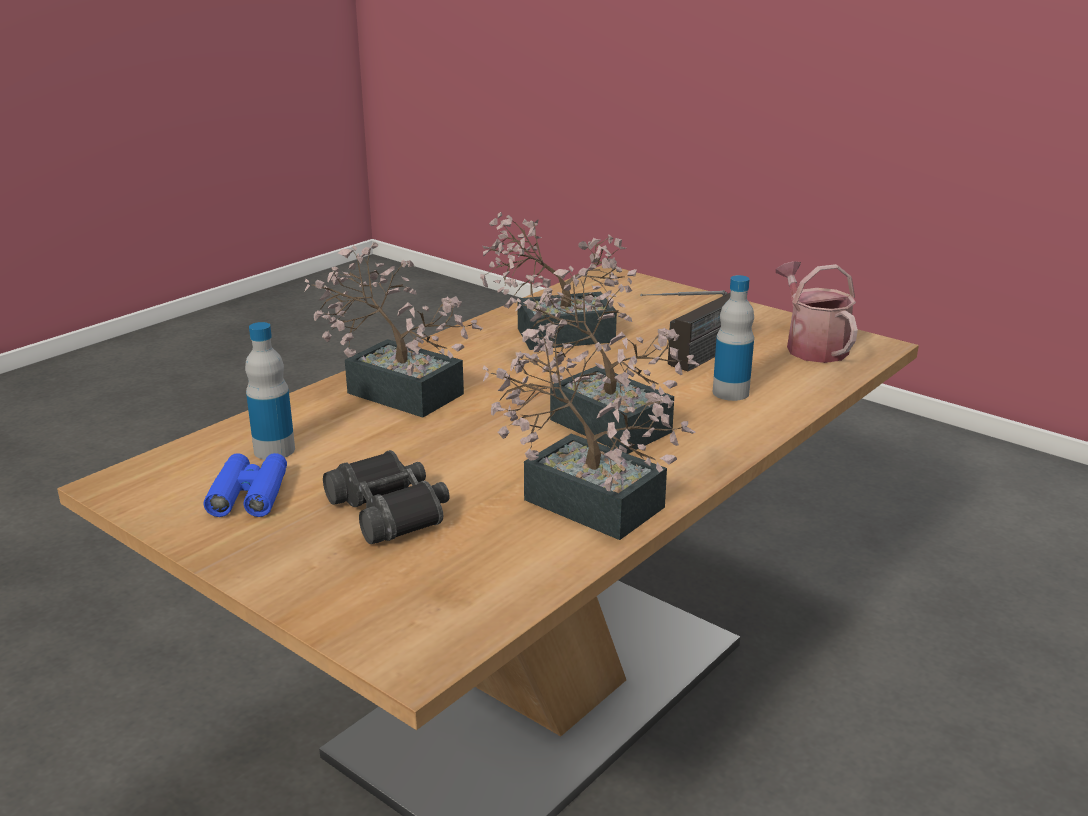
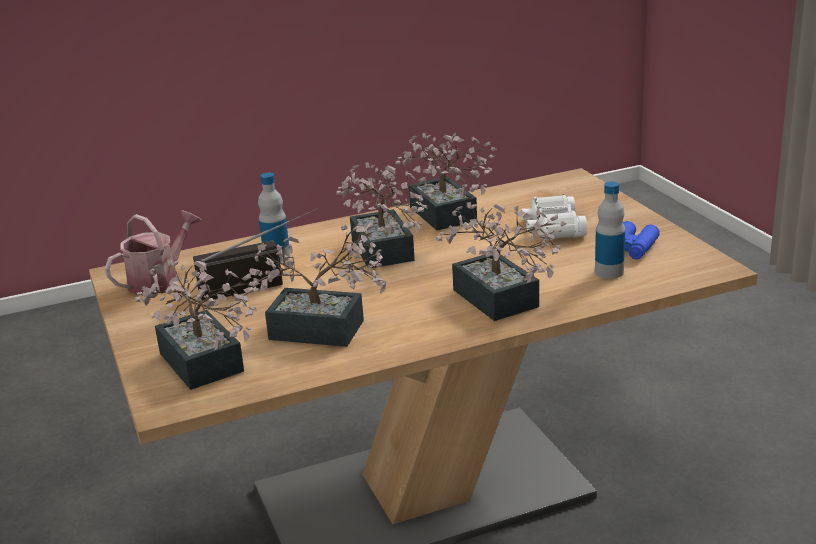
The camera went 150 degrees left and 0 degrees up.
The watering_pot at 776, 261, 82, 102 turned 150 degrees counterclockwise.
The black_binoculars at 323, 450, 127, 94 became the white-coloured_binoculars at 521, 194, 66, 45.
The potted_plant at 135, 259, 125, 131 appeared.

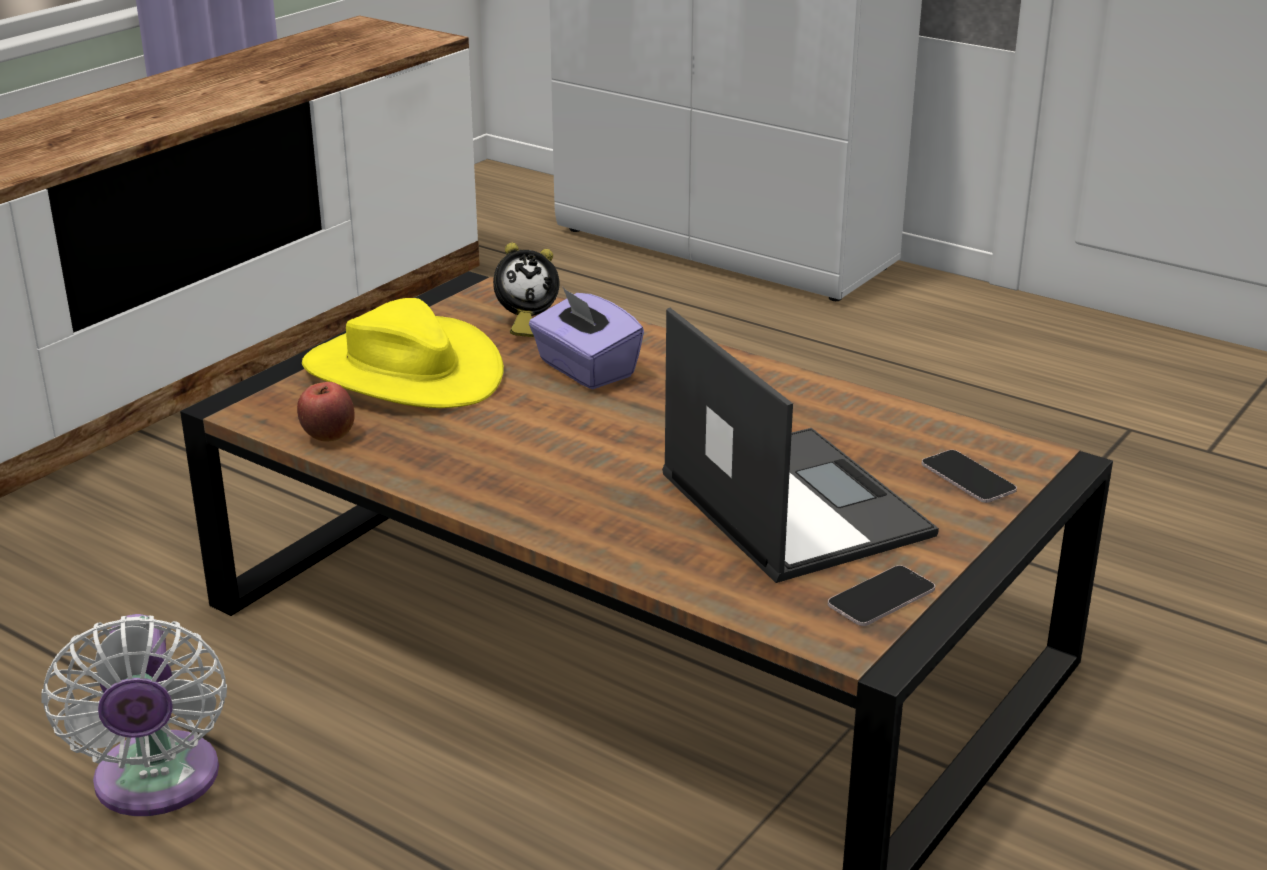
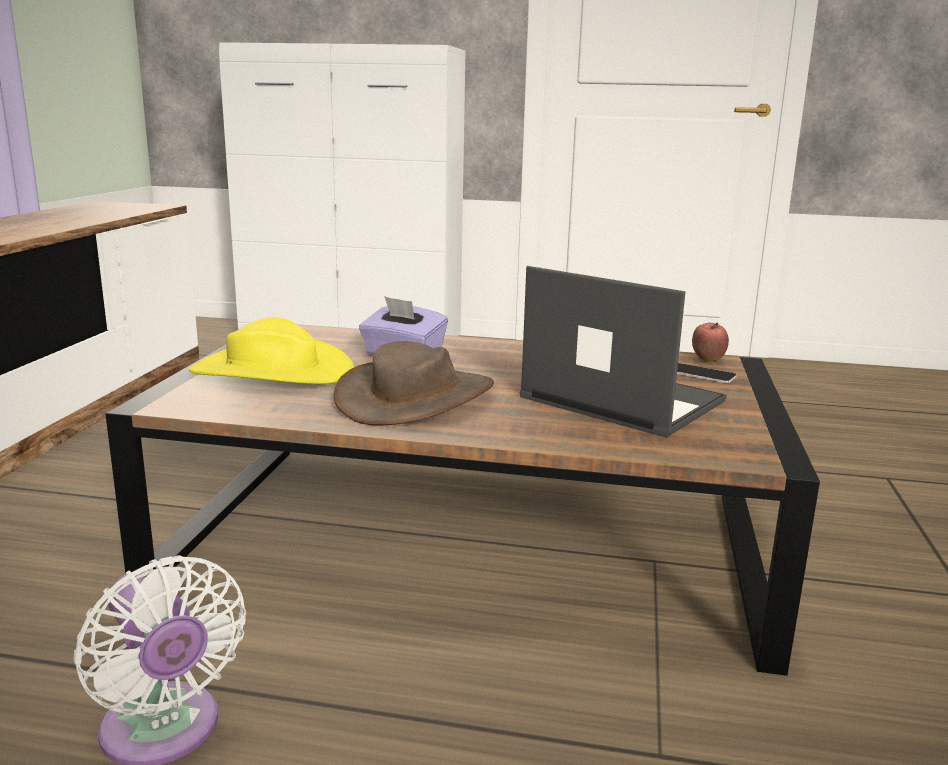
The camera went 25 degrees left and 10 degrees down.
The bedside_clock at 493, 243, 66, 94 disappeared.
The apple moved from 297, 382, 58, 60 to 692, 323, 37, 39.
The telephone at 828, 565, 107, 61 disappeared.
The brown_wearable_hat at 334, 341, 160, 85 appeared.

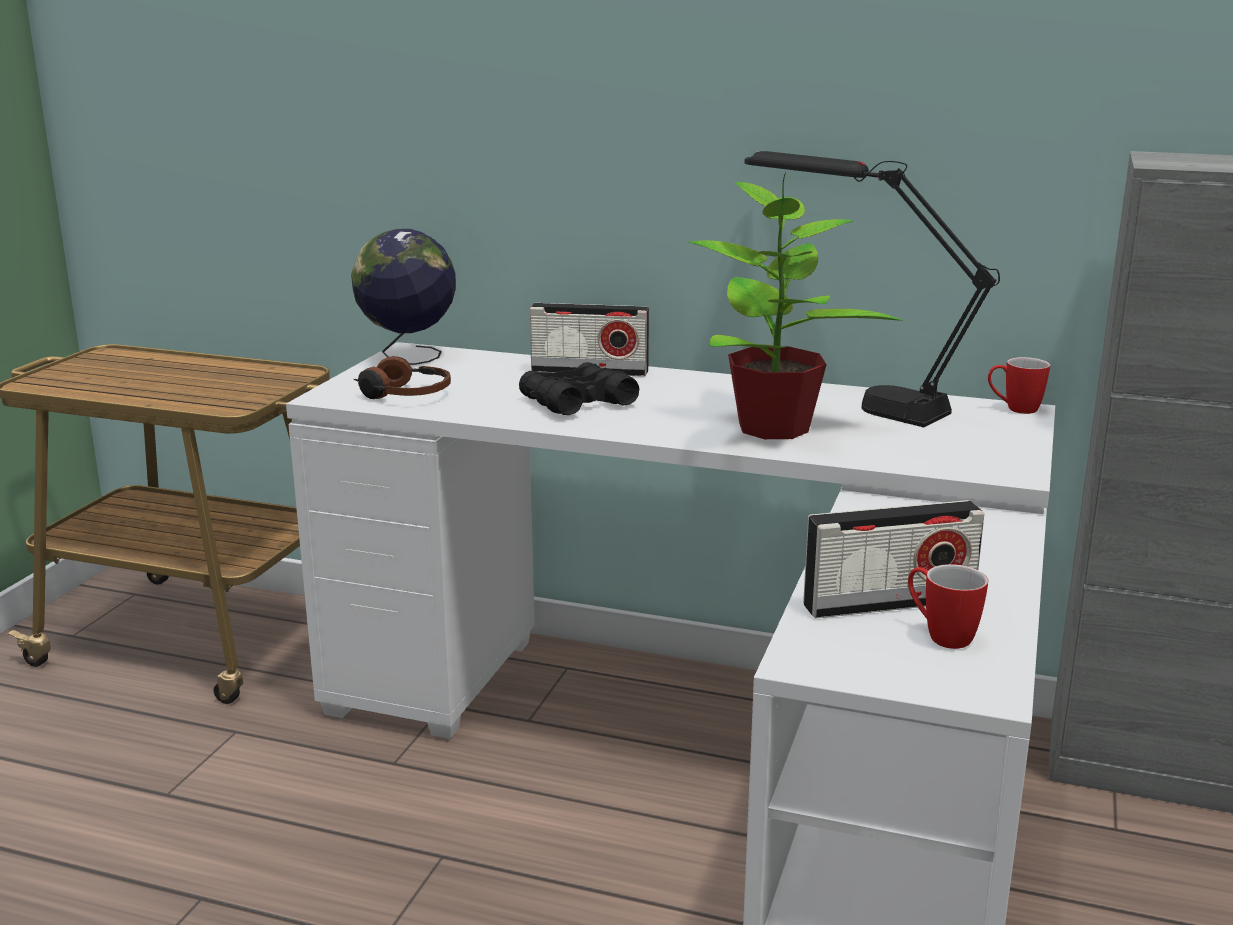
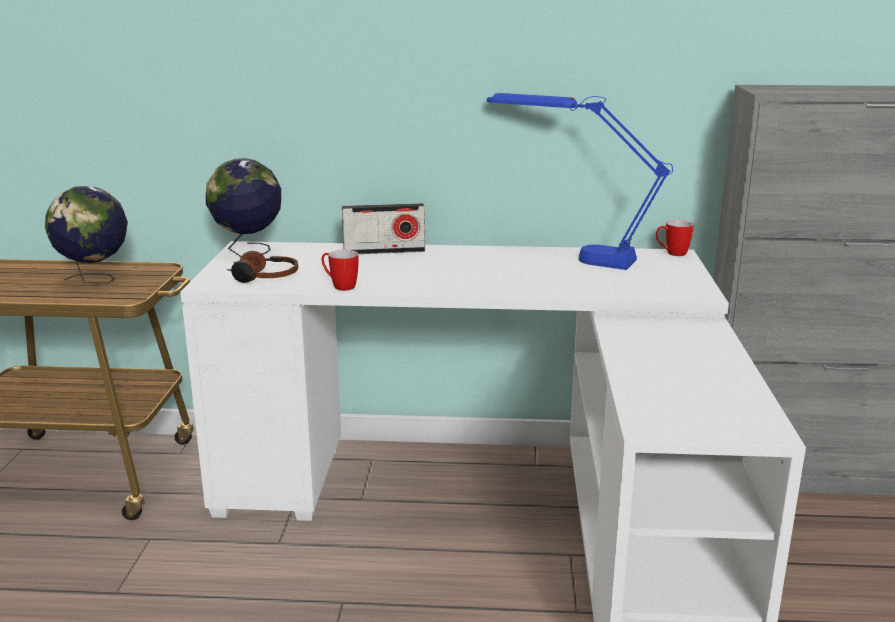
The camera went 15 degrees left and 0 degrees up.
The black_lamp_for_a_table at 745, 151, 255, 276 became the blue-coloured_lamp_for_a_table at 487, 93, 186, 177.
The potted_plant at 689, 172, 214, 267 disappeared.
The black_binoculars at 519, 362, 120, 53 disappeared.
The radio at 803, 500, 181, 118 disappeared.
The tea_mug moved from 908, 564, 80, 85 to 321, 250, 38, 41.
The globe at 45, 186, 83, 98 appeared.

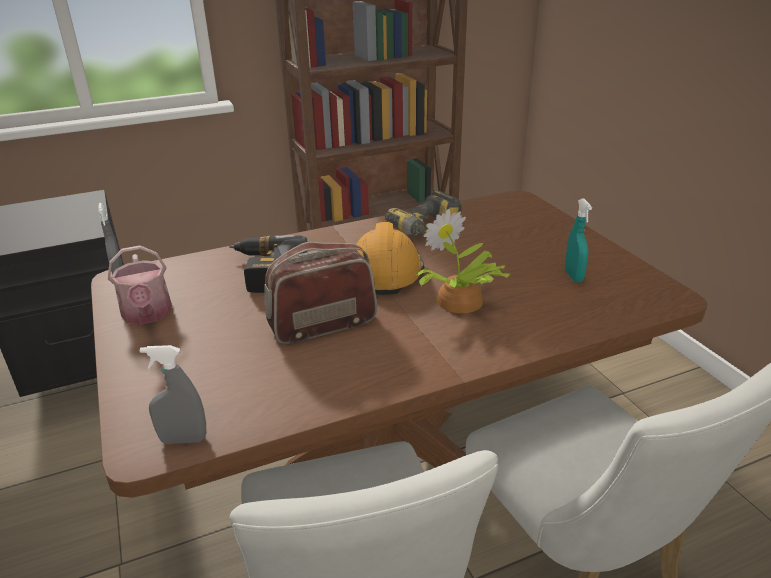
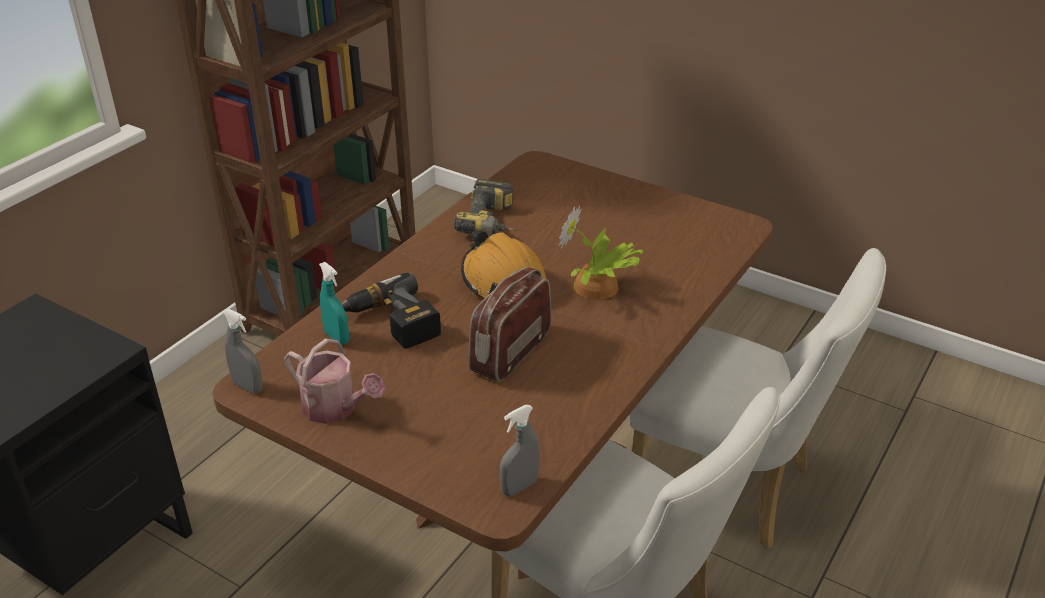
The camera went 35 degrees left and 5 degrees up.
The turquoise-coloured_spray_bottle moved from 565, 198, 27, 84 to 319, 262, 30, 83.

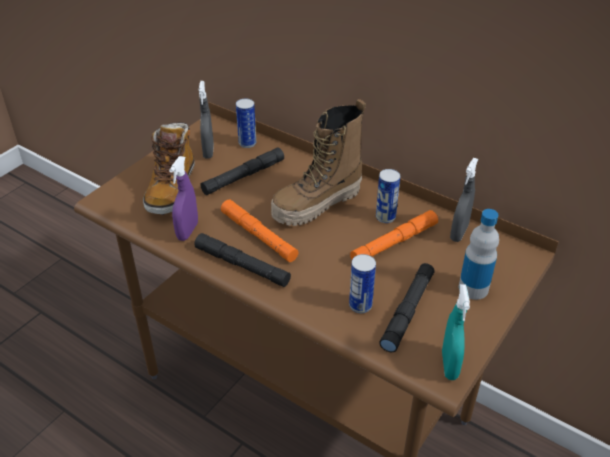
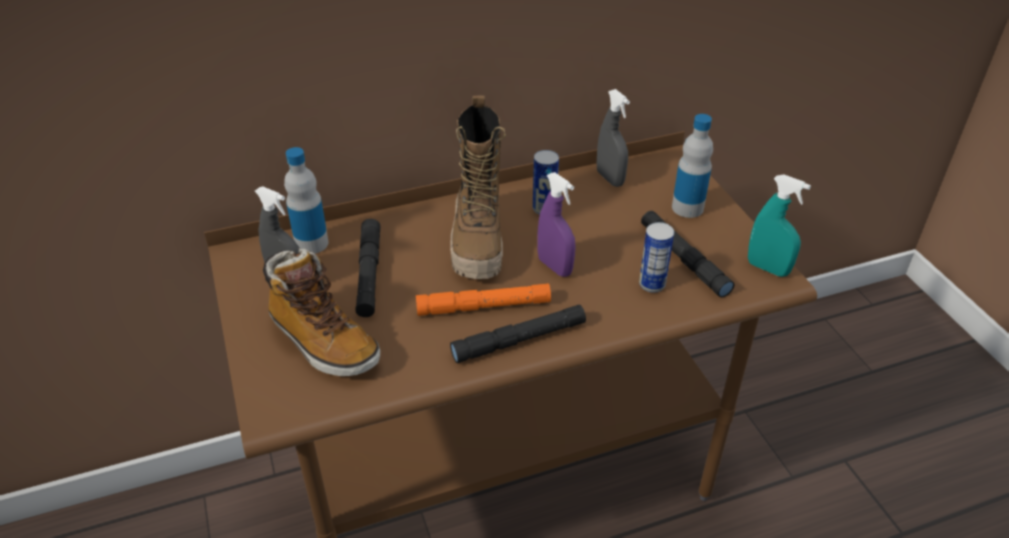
The camera went 55 degrees left and 0 degrees up.
The sealed_can at 236, 98, 20, 50 was replaced by the drink_bottle at 284, 147, 45, 107.
The purple_spray_bottle moved from 169, 156, 29, 85 to 537, 172, 39, 105.
The orange-coloured_flashlight at 350, 210, 88, 49 disappeared.

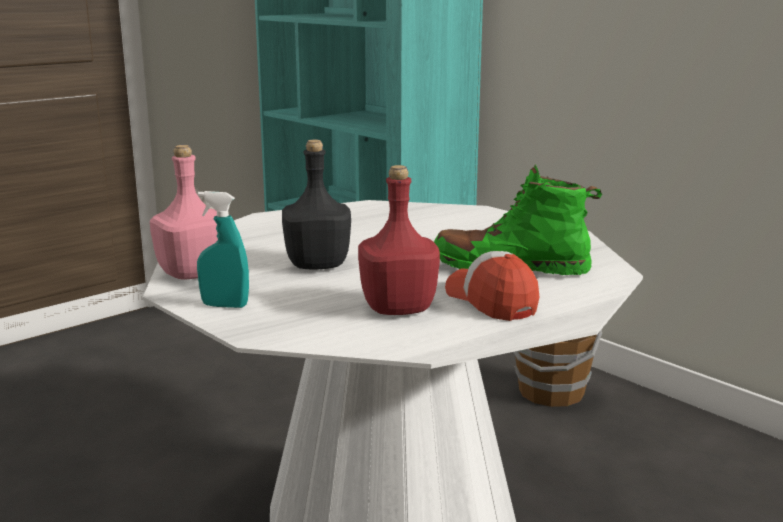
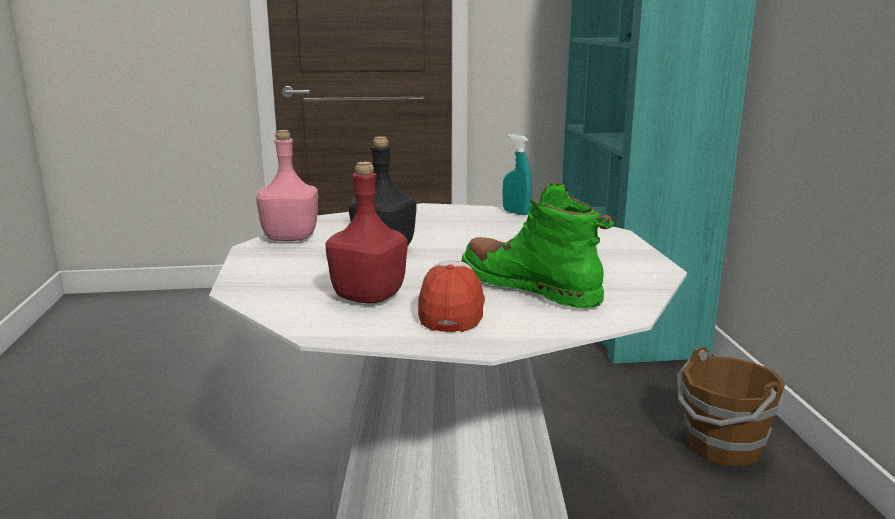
The camera went 35 degrees right and 0 degrees up.
The turquoise-coloured_spray_bottle moved from 197, 191, 52, 117 to 502, 134, 30, 81.

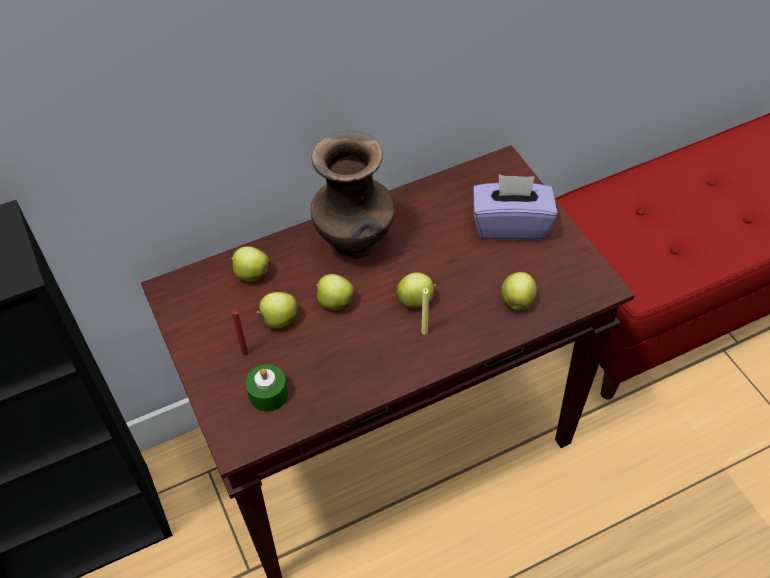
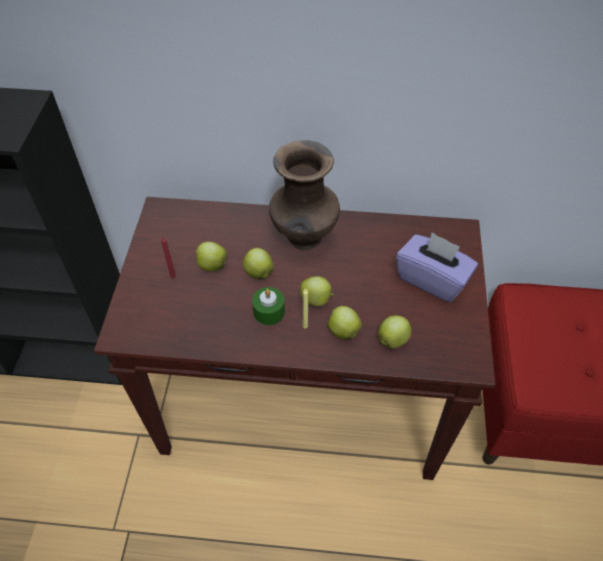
The camera went 30 degrees right and 0 degrees up.
The apple moved from 231, 246, 38, 35 to 328, 306, 34, 33.
The green_wax_candle moved from 246, 364, 42, 48 to 252, 287, 33, 38.

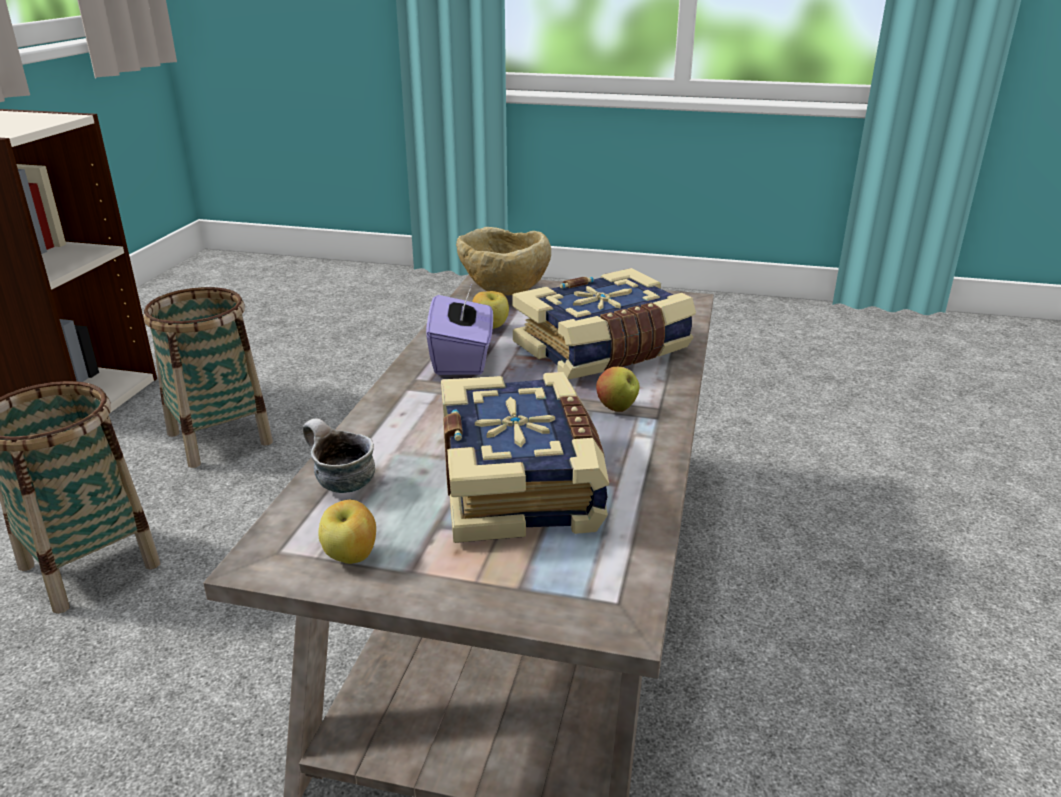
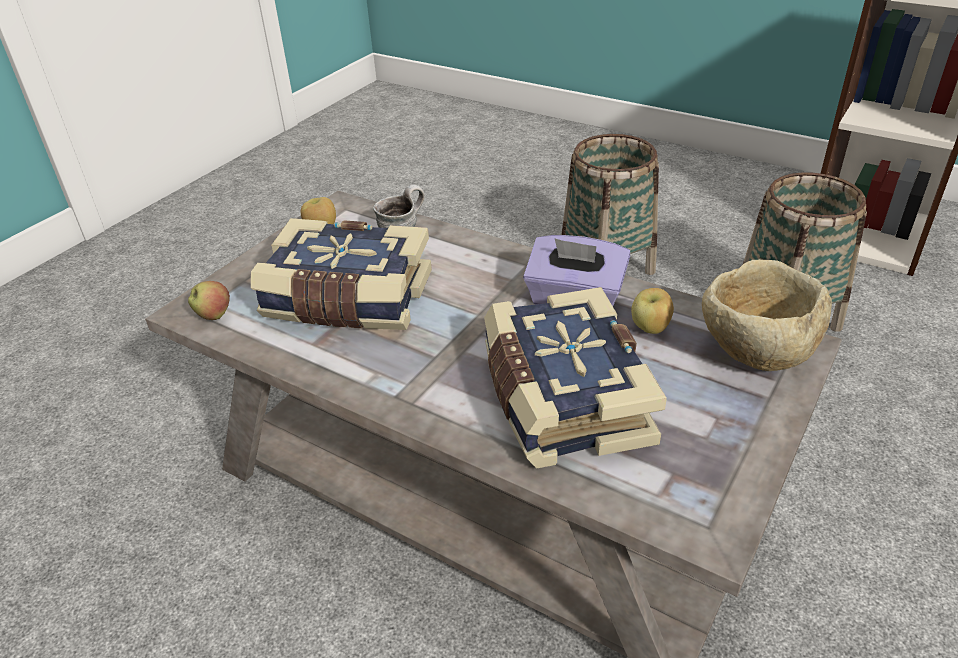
The camera went 110 degrees right and 10 degrees up.
The apple moved from 596, 367, 44, 45 to 188, 281, 42, 39.

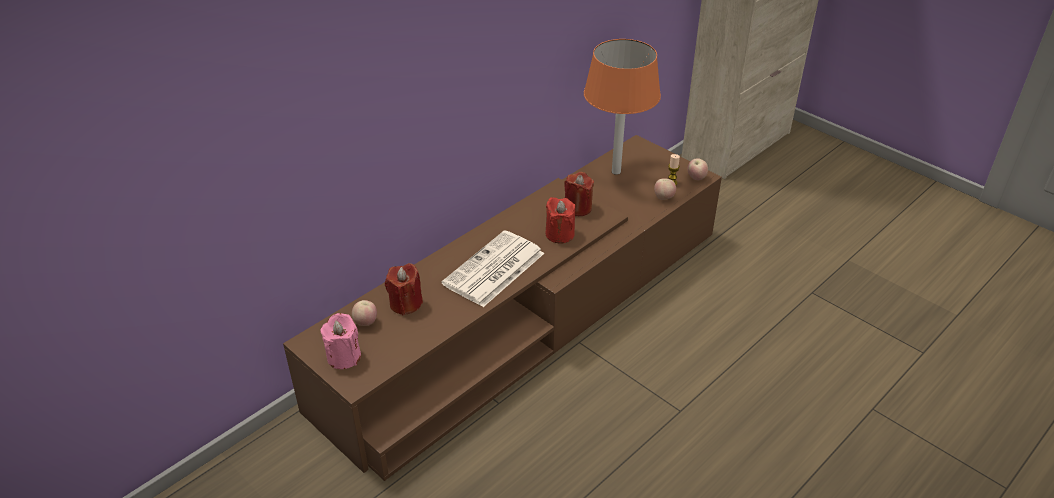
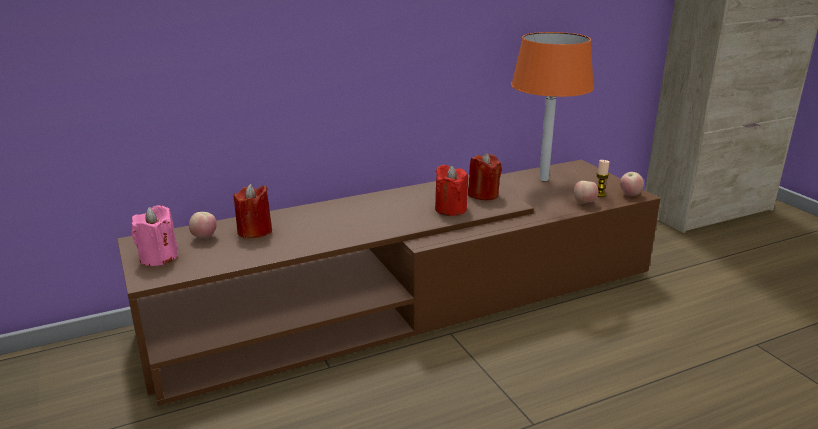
The camera went 20 degrees right and 15 degrees down.
The printed_paper at 442, 230, 102, 77 disappeared.

